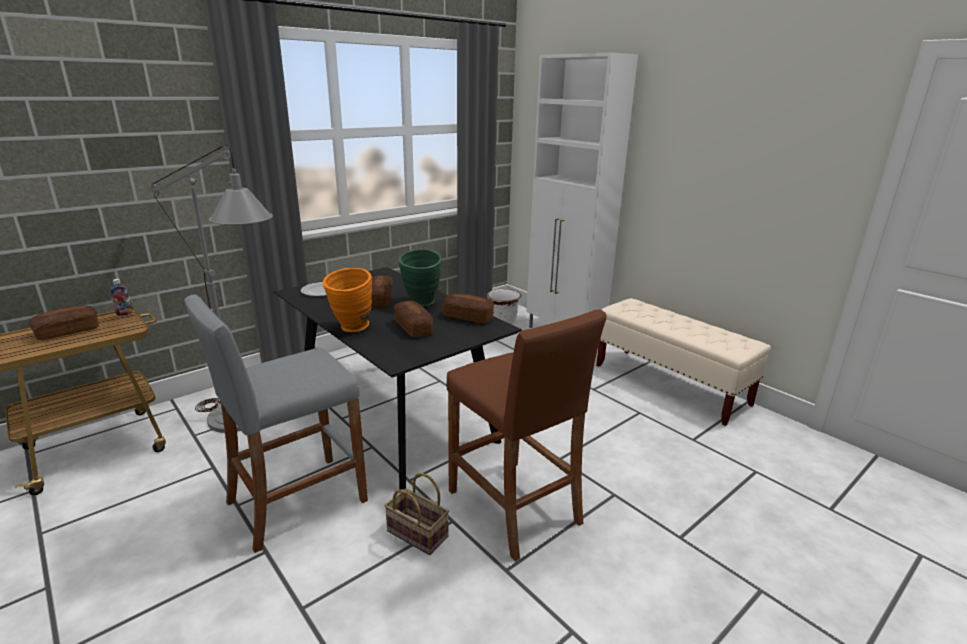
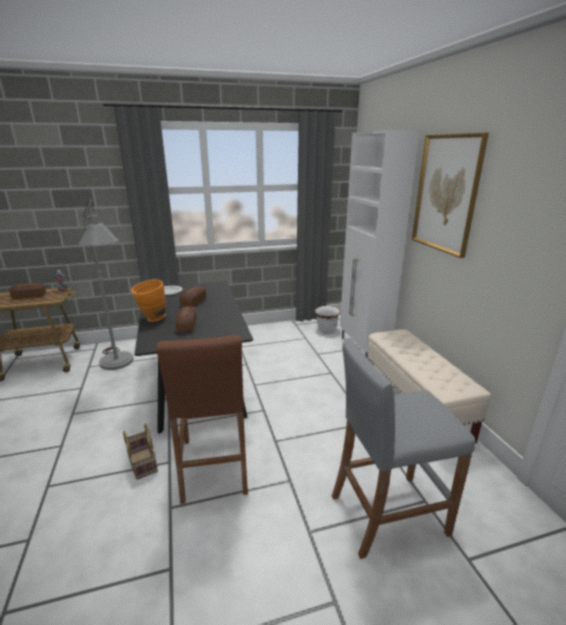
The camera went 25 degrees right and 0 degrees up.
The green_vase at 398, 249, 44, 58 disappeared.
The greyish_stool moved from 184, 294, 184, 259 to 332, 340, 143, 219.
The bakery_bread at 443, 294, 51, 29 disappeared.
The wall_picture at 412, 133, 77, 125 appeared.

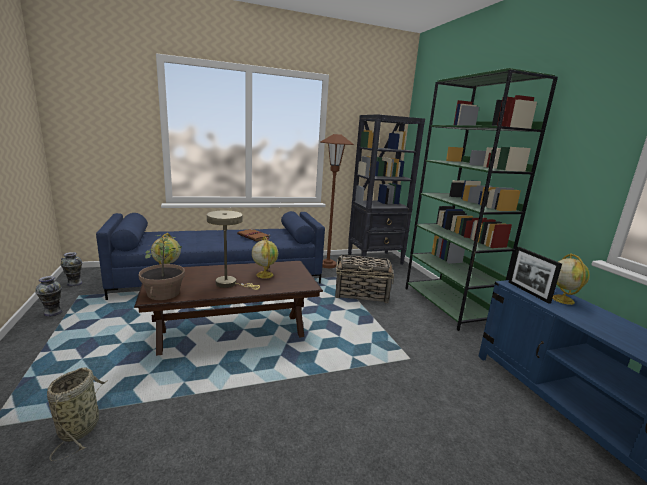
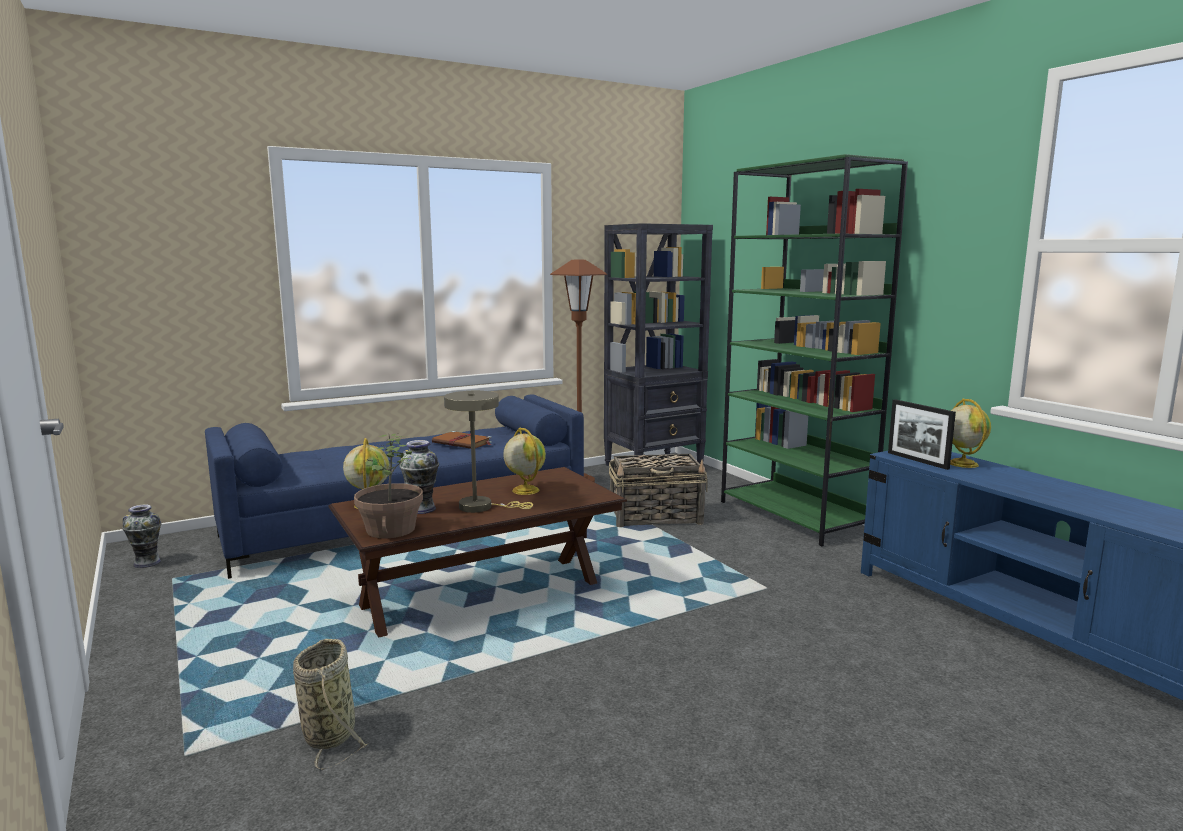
The camera went 10 degrees left and 5 degrees down.
The vase moved from 35, 276, 27, 41 to 399, 440, 40, 74.

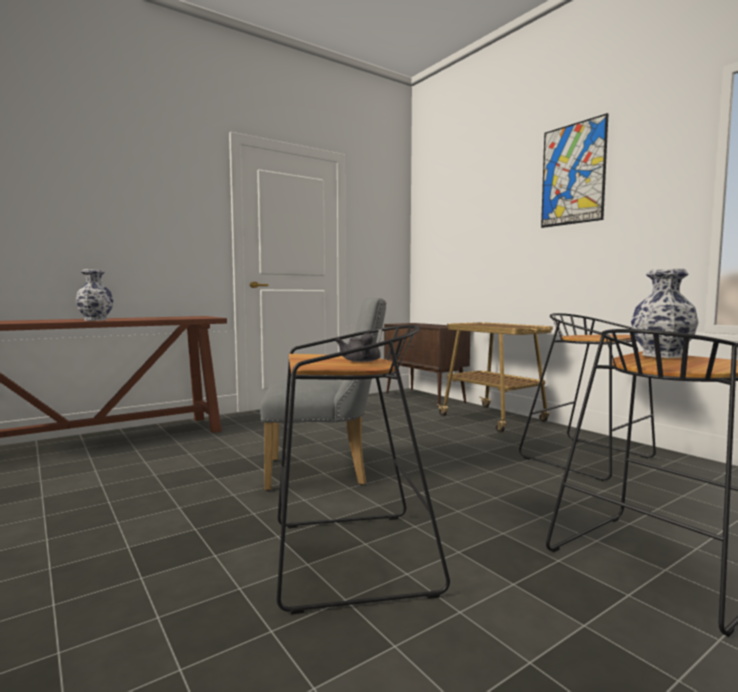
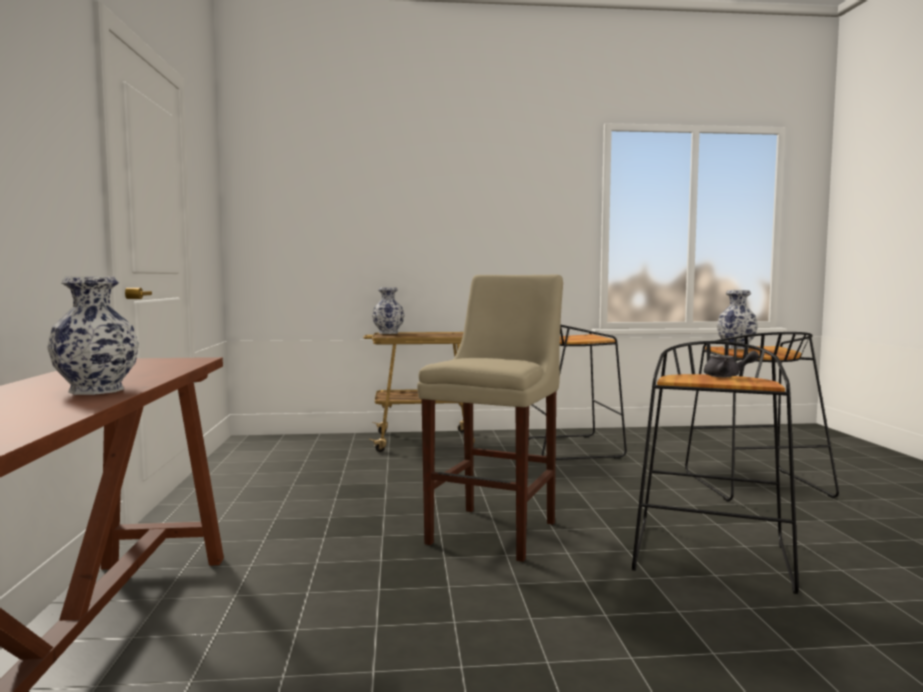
The camera went 60 degrees left and 0 degrees up.
The wall_picture at 541, 113, 67, 115 disappeared.
The greyish_plain_chair at 260, 298, 126, 193 was replaced by the sand-coloured_stool at 417, 275, 146, 287.
The brown_cabinet at 384, 323, 86, 84 disappeared.
The vase at 372, 287, 32, 47 appeared.

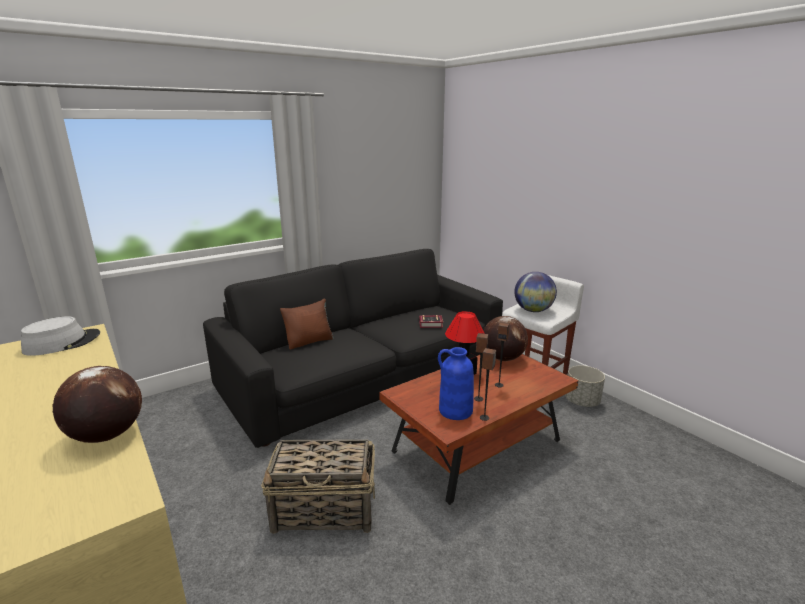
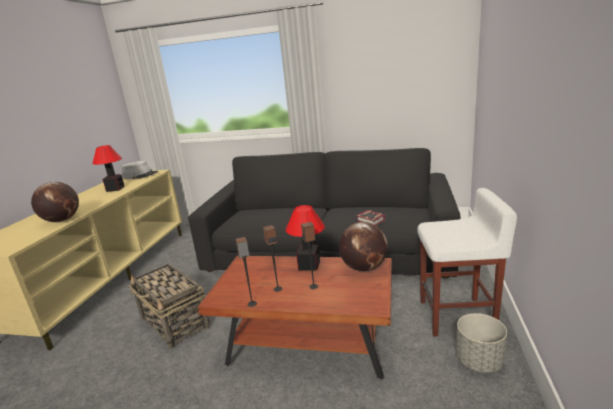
The camera went 50 degrees right and 0 degrees up.
The globe at 514, 272, 43, 40 disappeared.
The brown_throw_pillow at 280, 298, 54, 52 disappeared.
The blue-coloured_vase at 438, 347, 36, 73 disappeared.
The lamp_for_a_table at 92, 145, 32, 47 appeared.

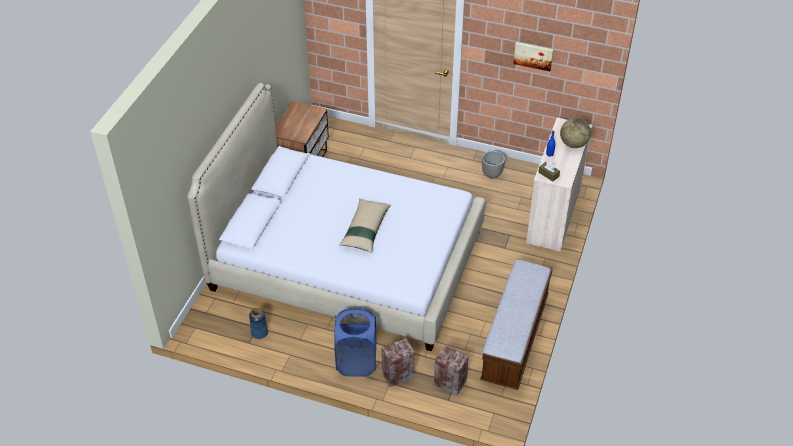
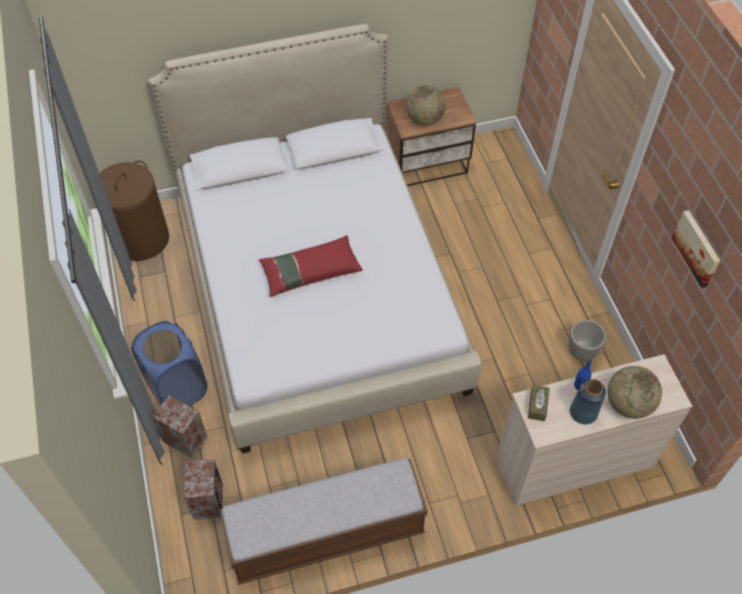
The camera went 55 degrees right and 10 degrees up.
The sand-coloured_throw_pillow at 339, 199, 52, 54 became the red-coloured_throw_pillow at 259, 235, 104, 62.
The blue-coloured_vase moved from 249, 308, 19, 31 to 570, 379, 36, 46.
The globe at 406, 85, 40, 41 appeared.
The brown_washing_basket at 99, 160, 70, 101 appeared.

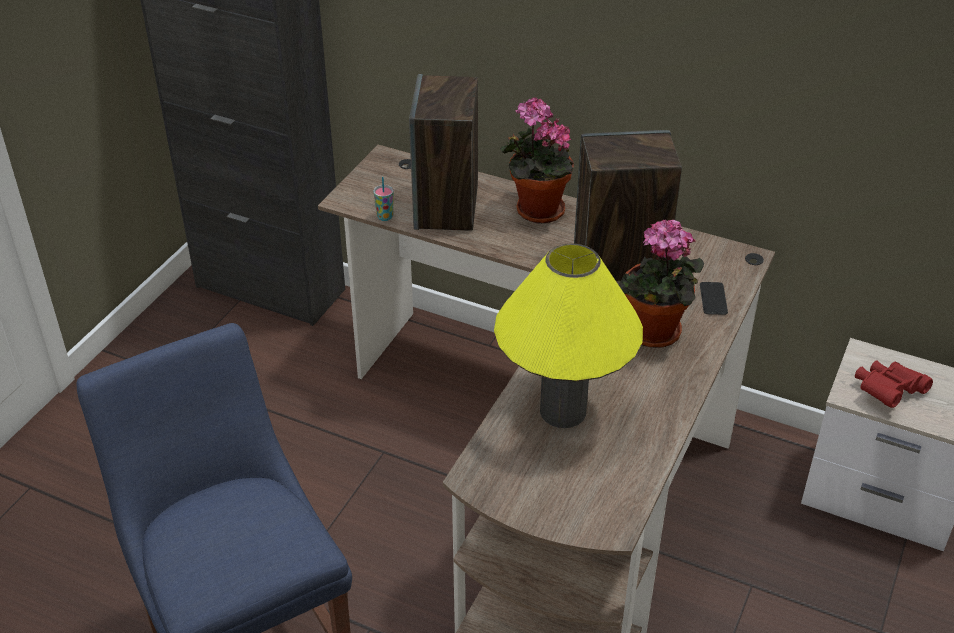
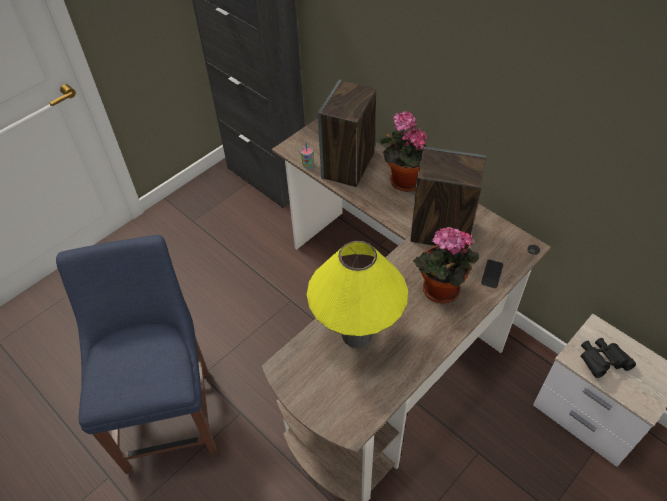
The camera went 20 degrees right and 10 degrees up.
The red-coloured_binoculars at 855, 360, 78, 48 became the black_binoculars at 581, 338, 55, 40.

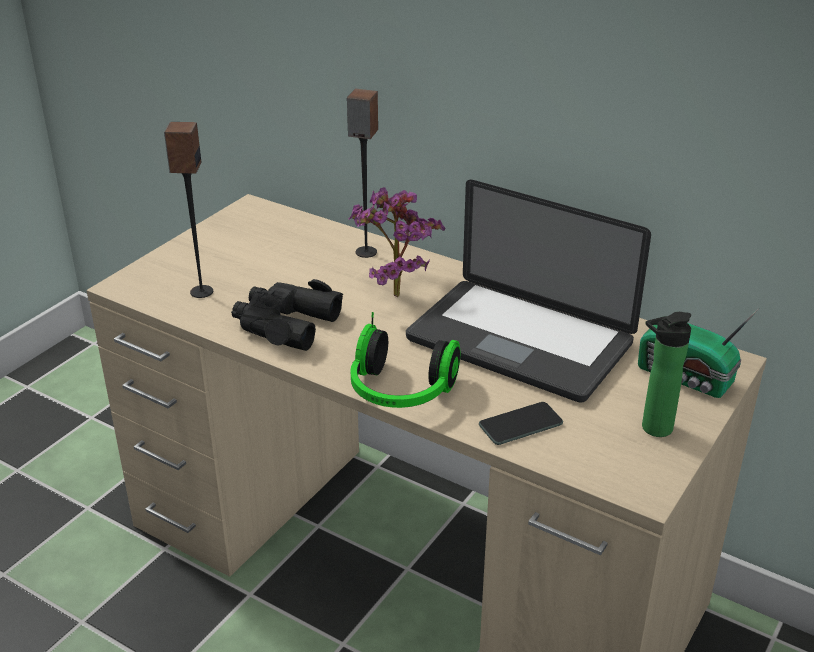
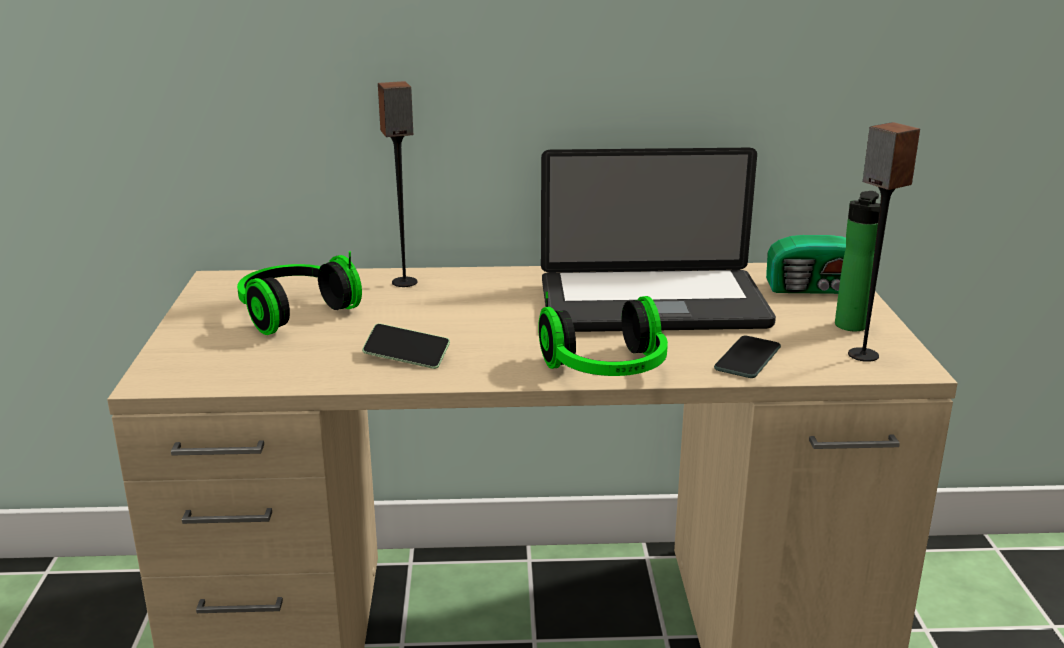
The camera went 35 degrees left and 10 degrees down.
The loudspeaker moved from 164, 122, 49, 176 to 848, 122, 72, 240.
The potted_plant at 348, 187, 98, 110 disappeared.
The black_binoculars at 231, 279, 112, 72 was replaced by the telephone at 362, 323, 88, 46.
The headset at 237, 251, 125, 84 appeared.

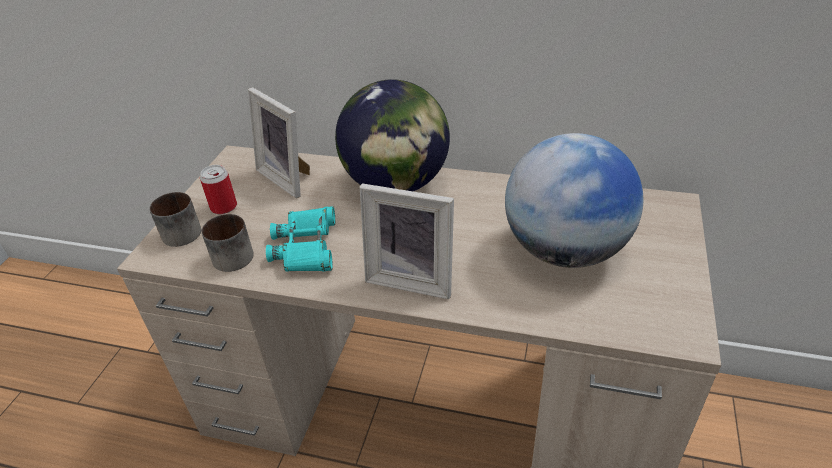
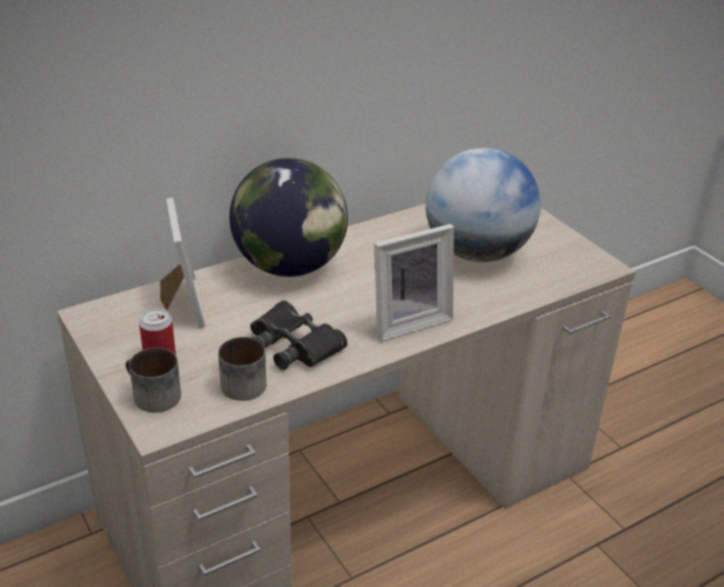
The camera went 50 degrees left and 5 degrees down.
The picture_frame at 248, 87, 62, 111 turned 105 degrees counterclockwise.
The turquoise-coloured_binoculars at 266, 206, 69, 65 became the black_binoculars at 250, 300, 97, 70.

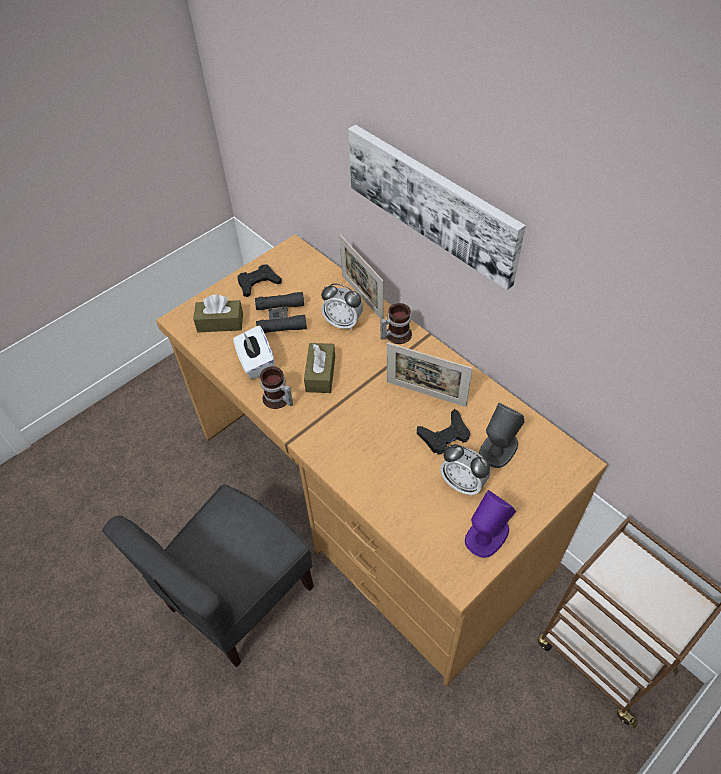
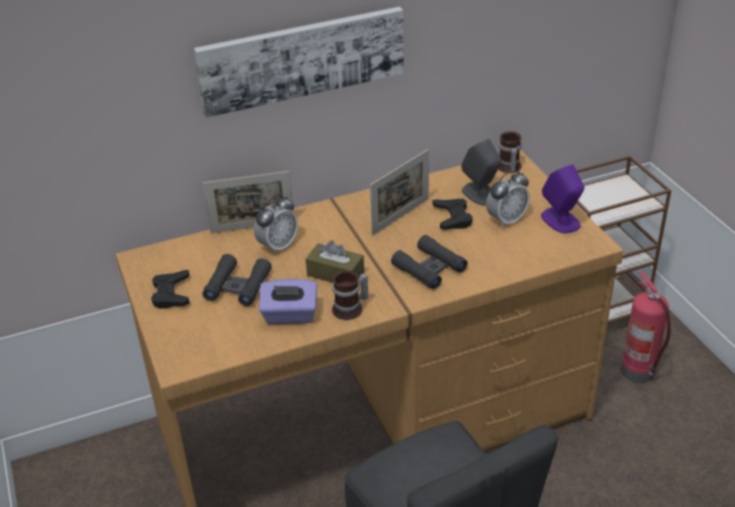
The camera went 70 degrees left and 15 degrees down.
The brown_tissue_box at 193, 295, 50, 37 disappeared.
The tea_mug moved from 380, 303, 32, 41 to 498, 131, 24, 42.
The white-coloured_tissue_box at 233, 325, 42, 54 became the purple_tissue_box at 259, 279, 58, 45.
The black_binoculars at 391, 235, 77, 54 appeared.
The fire_extinguisher at 621, 271, 50, 112 appeared.

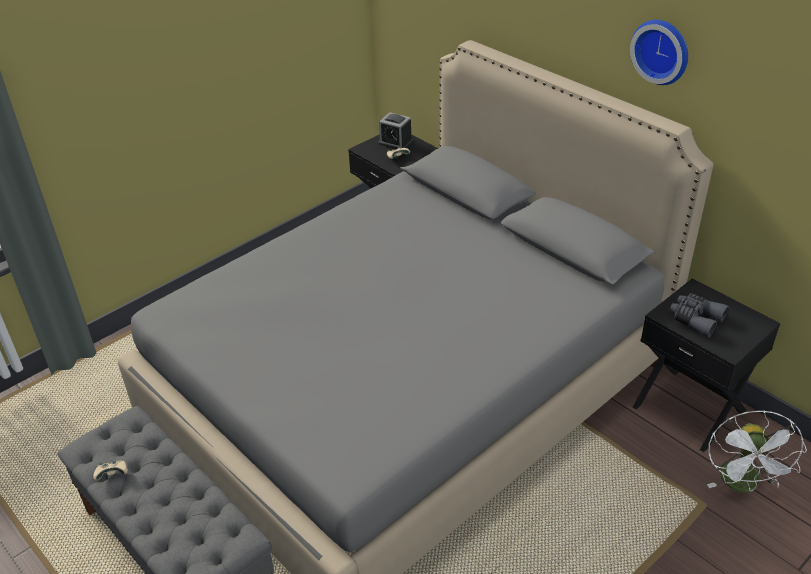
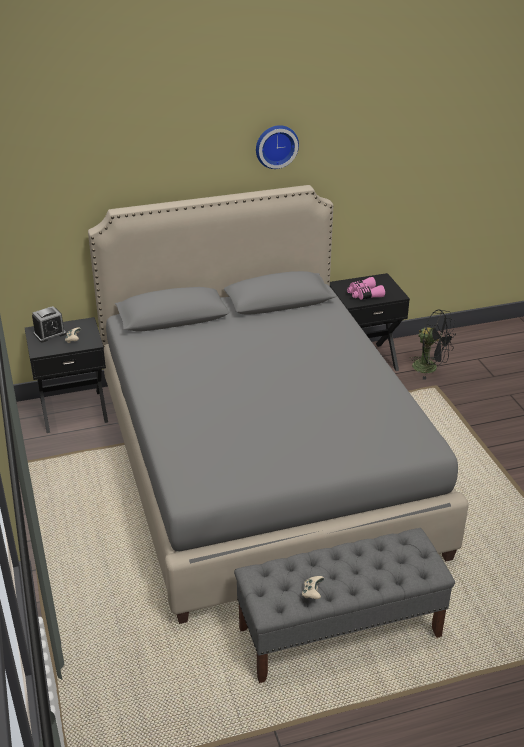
The camera went 65 degrees left and 5 degrees down.
The greyish_binoculars at 670, 293, 59, 45 became the pinkish_binoculars at 347, 277, 38, 23.
The white-coloured_cooling_fan at 707, 410, 100, 82 became the black_cooling_fan at 409, 310, 47, 70.

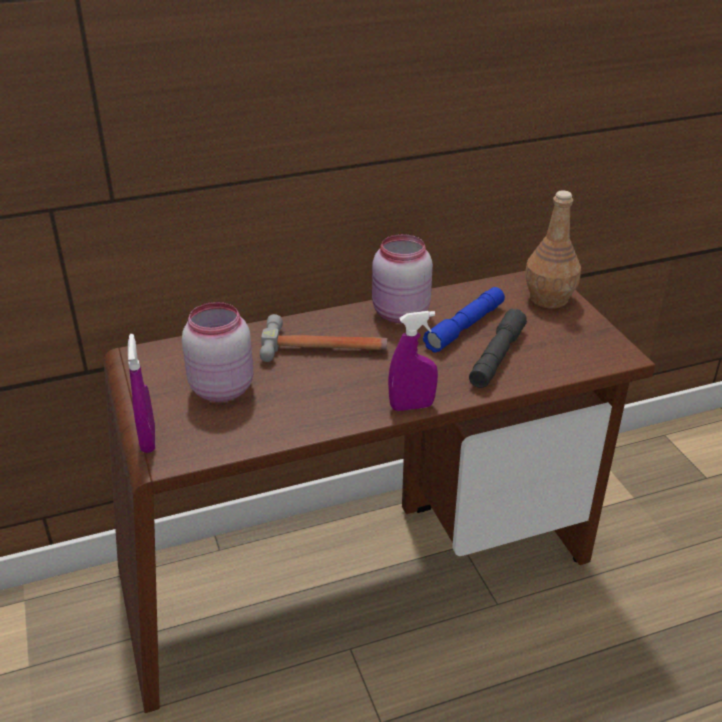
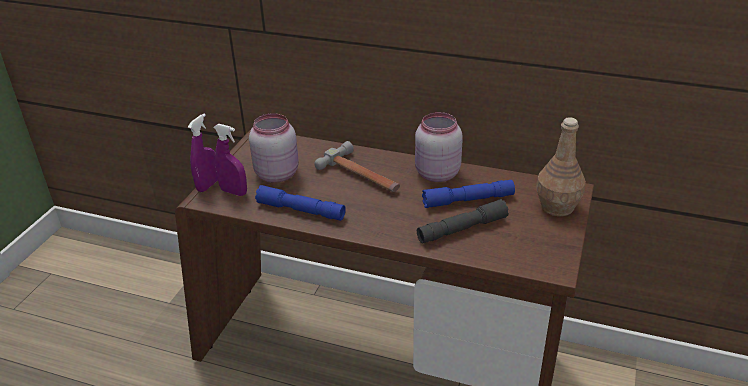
The camera went 40 degrees right and 0 degrees up.
The purple_spray_bottle moved from 388, 311, 50, 100 to 213, 124, 34, 72.
The blue-coloured_flashlight at 255, 185, 91, 36 appeared.

